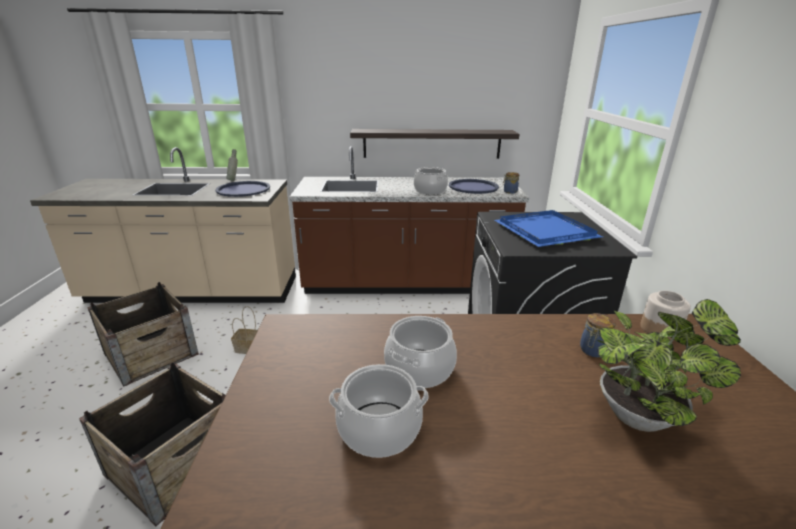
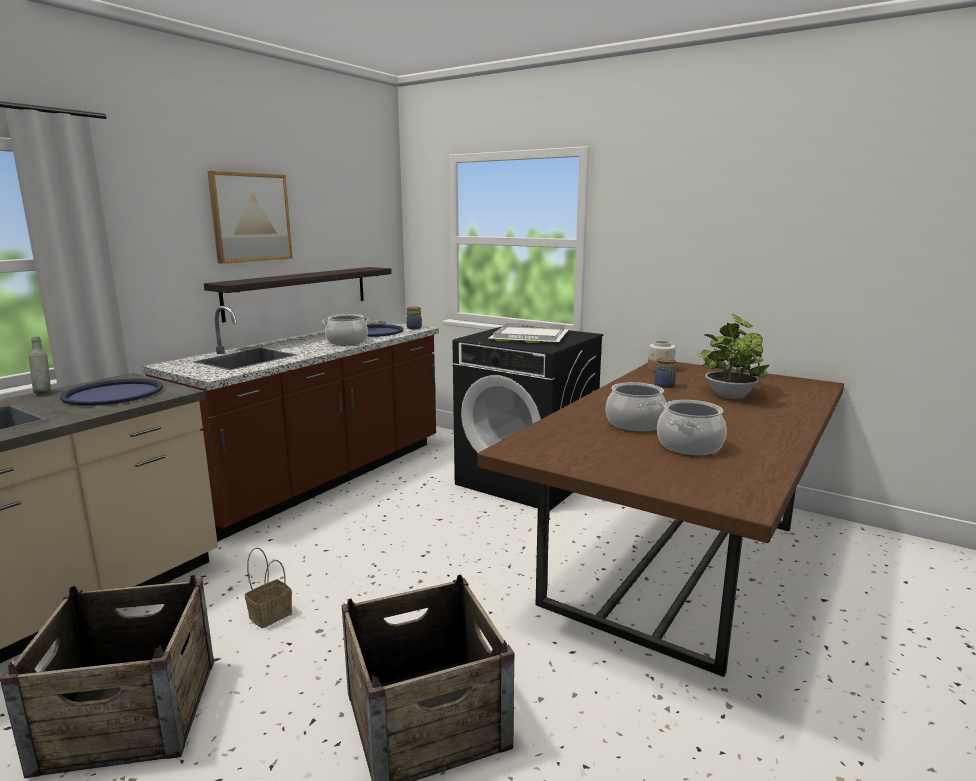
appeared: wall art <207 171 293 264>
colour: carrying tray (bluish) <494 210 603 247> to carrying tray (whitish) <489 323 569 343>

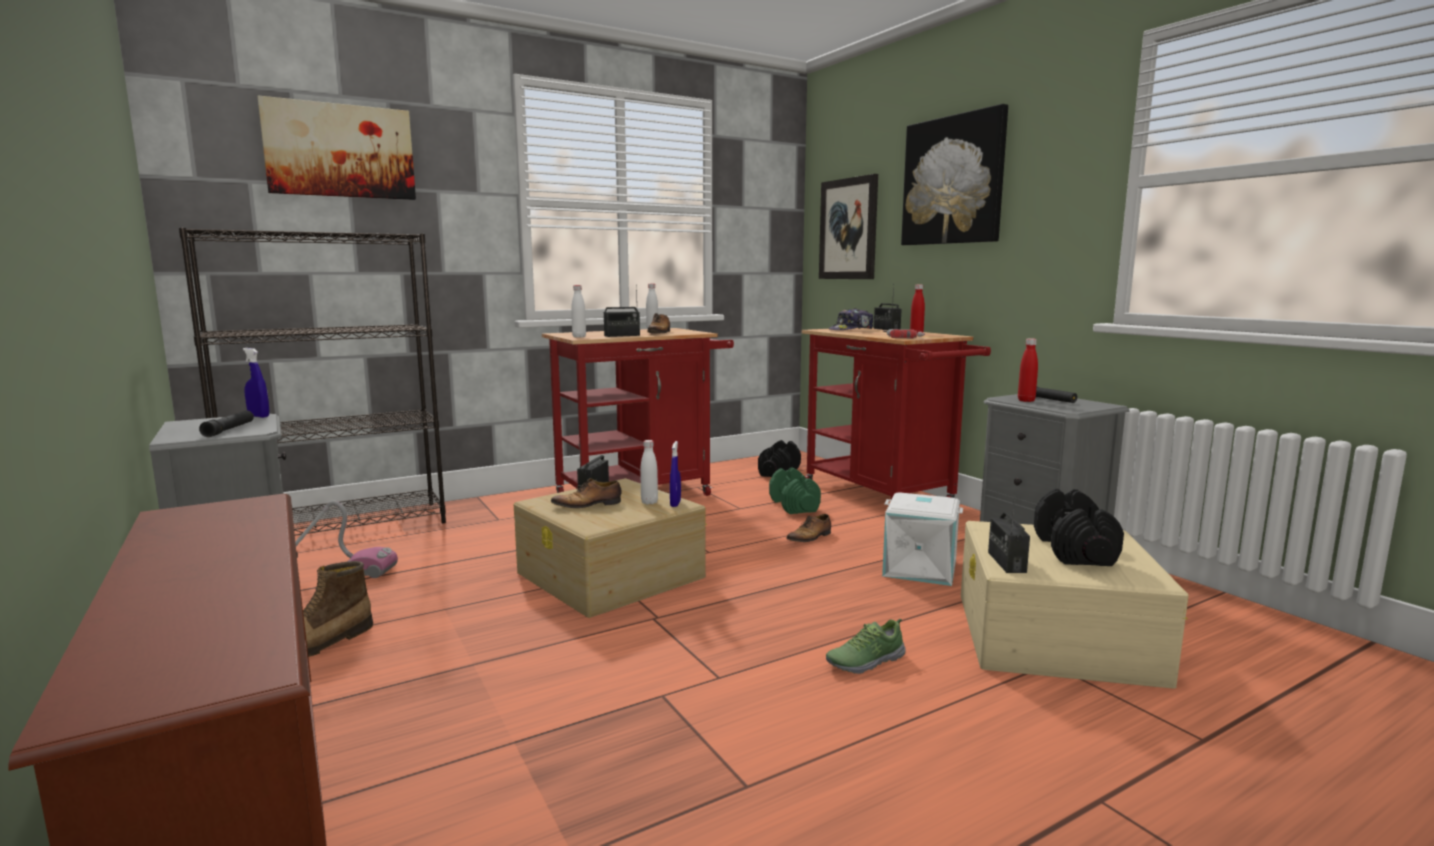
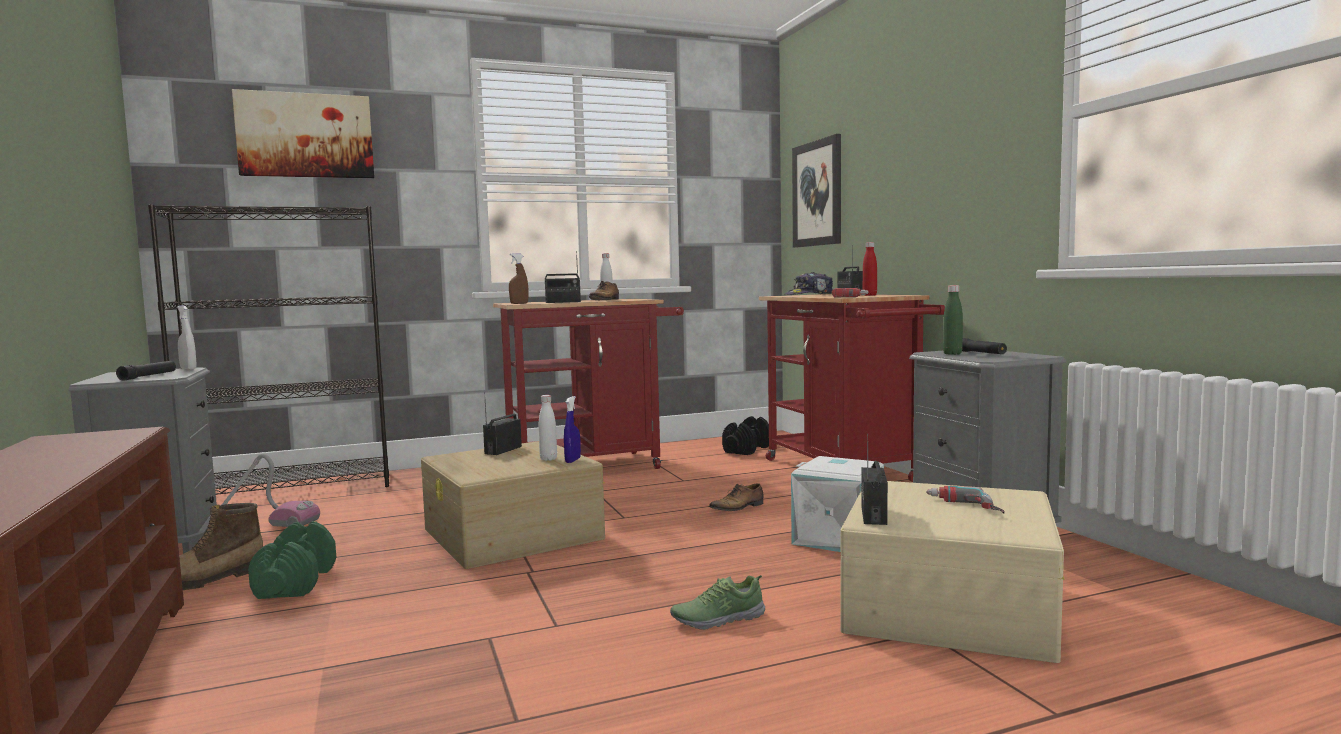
missing: shoe <551 478 621 508>; wall art <901 104 1008 245>
relocated: free weight (greenish) <769 467 821 514> to <248 521 336 599>
exchanged: drink bottle (whitish) <571 285 586 338> to hand sprayer (brownish) <509 253 528 304>; free weight (black-coloured) <1034 489 1124 566> to electric drill <926 486 1005 514>
colour: hand sprayer (bluish) <243 348 269 418> to hand sprayer (whitish) <177 306 196 370>; drink bottle (red) <1018 338 1038 402> to drink bottle (greenish) <943 285 963 355>

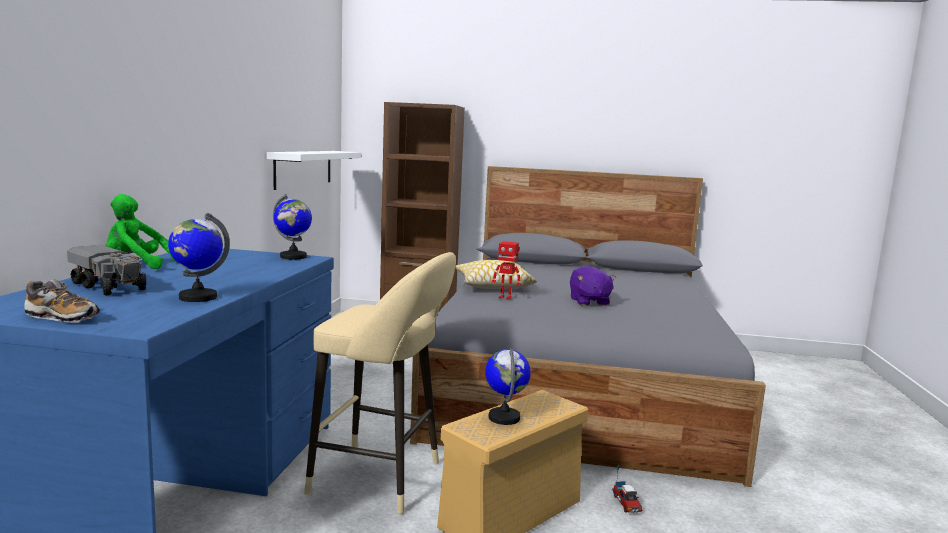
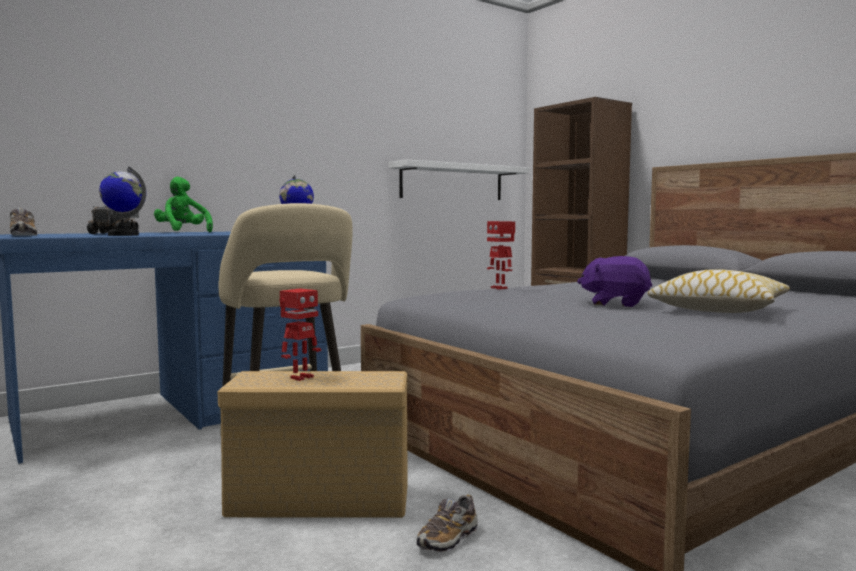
relocated: throw pillow <455 260 537 289> to <648 269 790 313>
exchanged: globe <485 348 531 425> to robot figure <279 289 321 381>; toy truck <612 463 643 513> to shoe <416 494 478 552>
spun: plush toy (purple) <570 266 616 306> = <577 256 652 307> 75 degrees clockwise

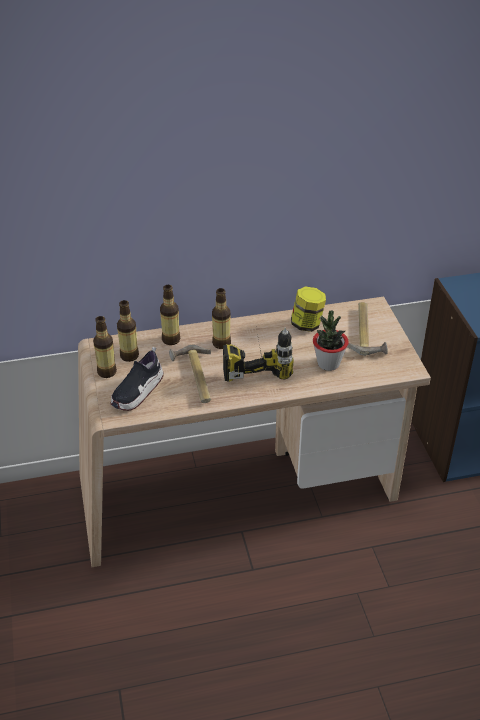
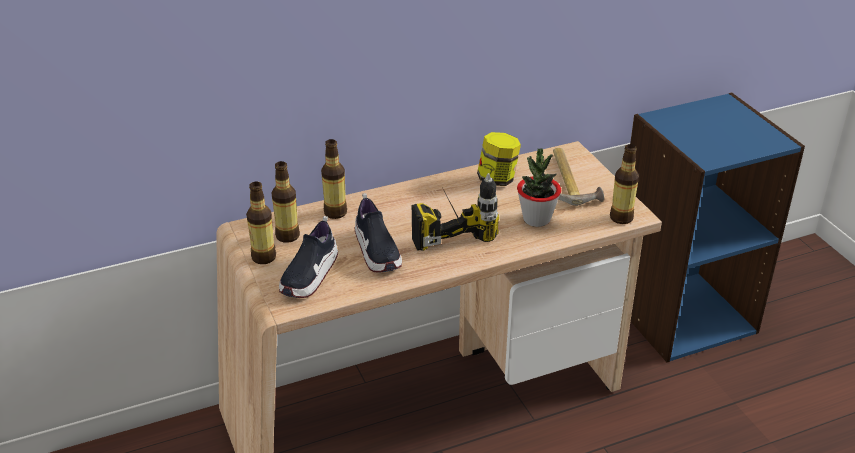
relocated: drink bottle <212 288 231 349> to <610 144 639 224>
exchanged: tool hammer <169 345 211 403> to shoe <355 193 402 273>

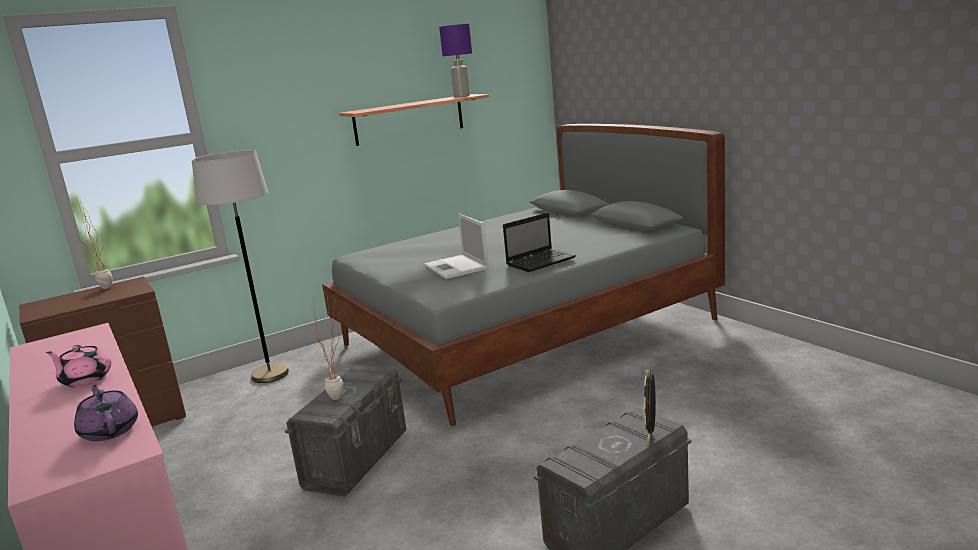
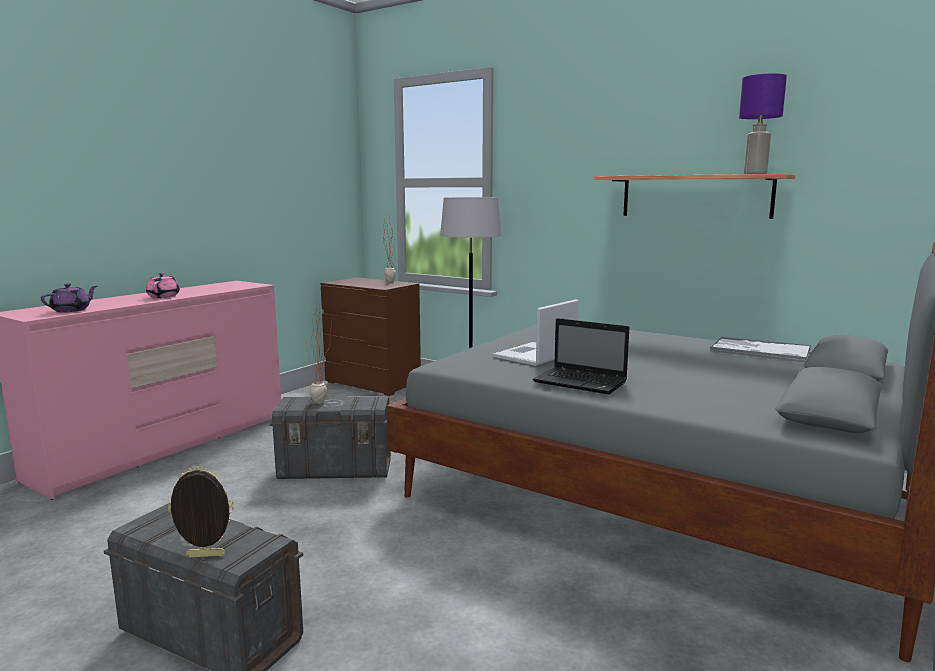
appeared: carrying tray <710 336 811 362>

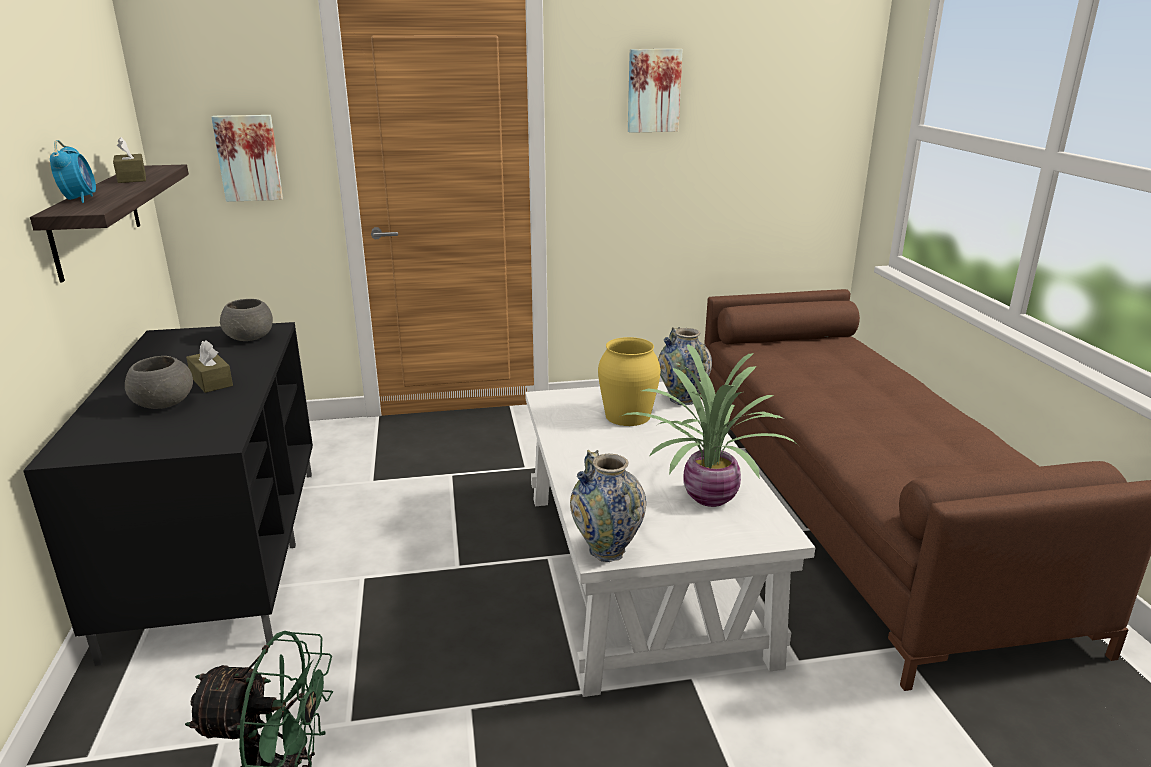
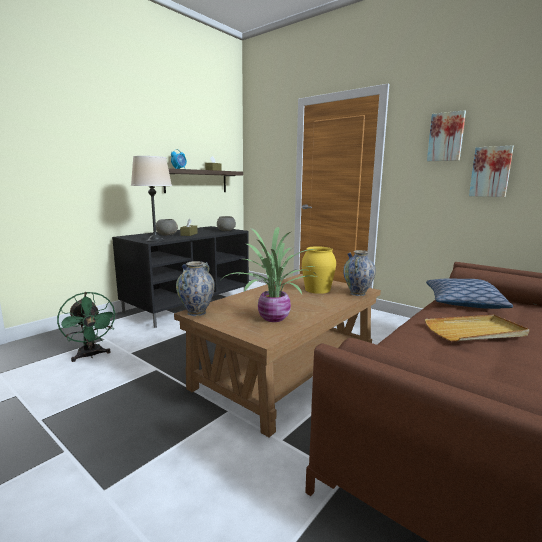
appeared: lamp for a table (beige) <131 156 172 242>; carrying tray (beige) <425 315 530 341>; throw pillow <426 279 513 309>
relocated: wall art <211 115 283 202> to <469 146 514 197>
colour: lounge table (whitish) <525 382 815 697> to lounge table (brownish) <174 274 381 437>

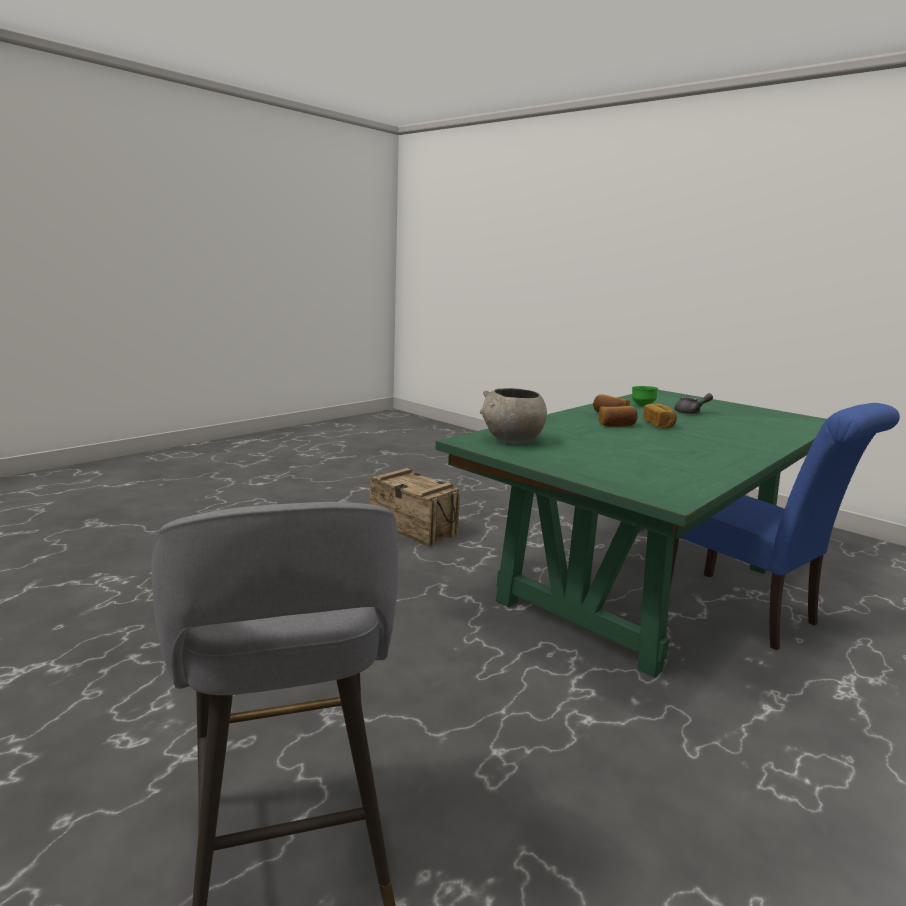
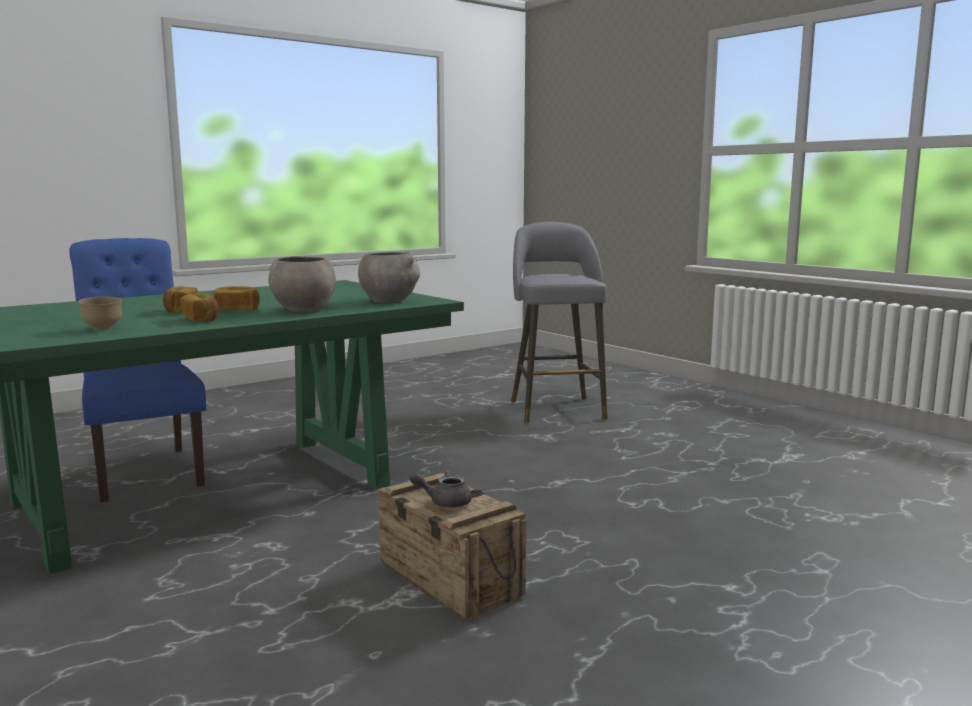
appeared: serving bowl (gray) <268 256 336 313>
relocated: tea pot (gray) <674 393 713 414> to <410 470 472 508>
colour: serving bowl (greenish) <632 386 658 407> to serving bowl (brownish) <79 297 122 330>

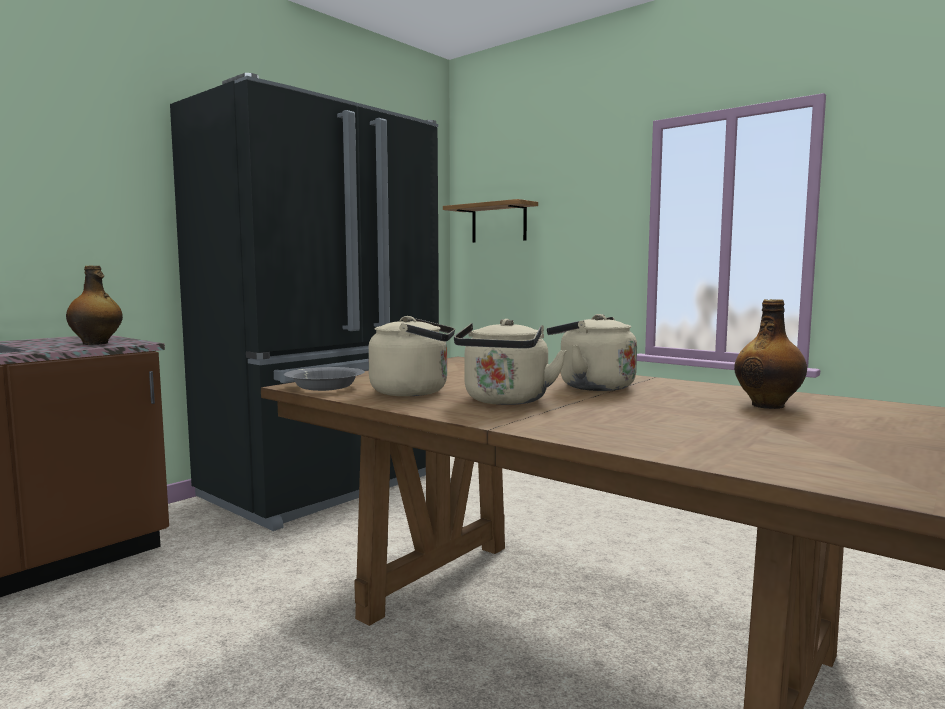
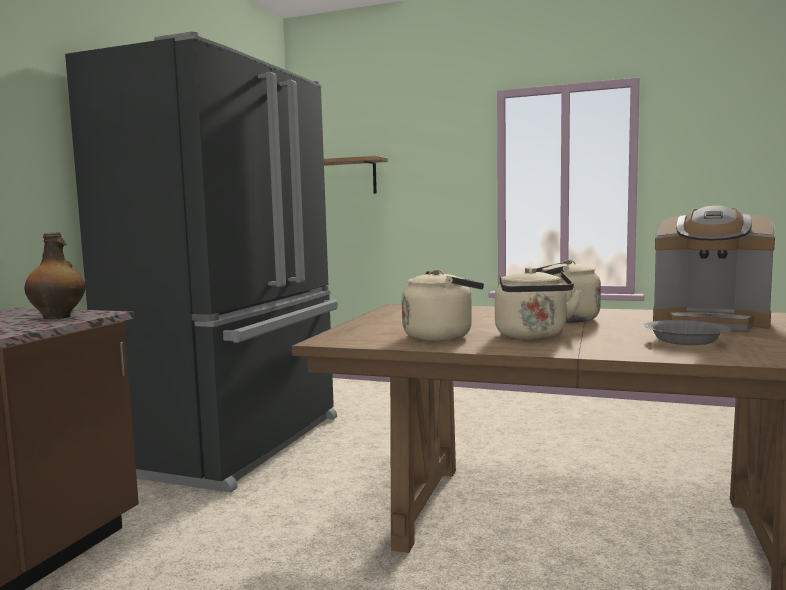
relocated: serving bowl (gray) <284 367 365 391> to <644 320 731 345>
exchanged: drink bottle <734 299 807 409> to coffee maker <653 206 775 330>

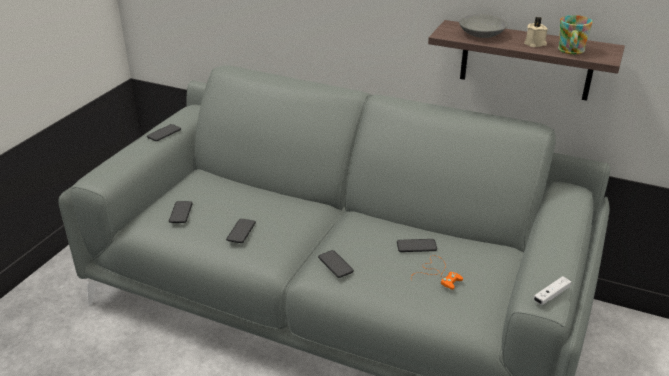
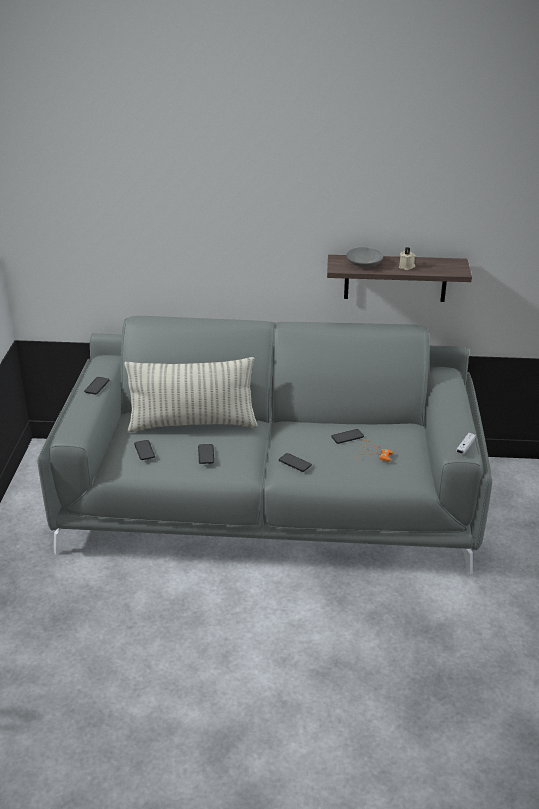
missing: mug <558 15 593 54>
appeared: throw pillow <125 357 258 432>

